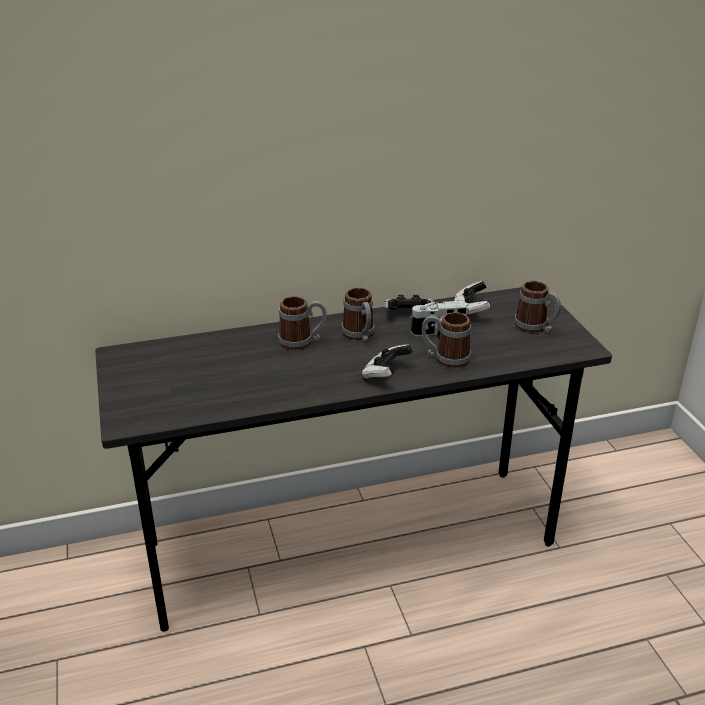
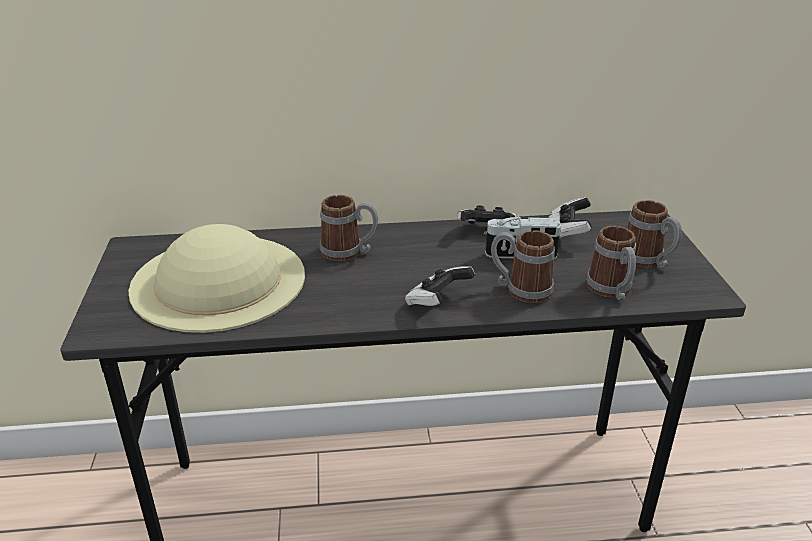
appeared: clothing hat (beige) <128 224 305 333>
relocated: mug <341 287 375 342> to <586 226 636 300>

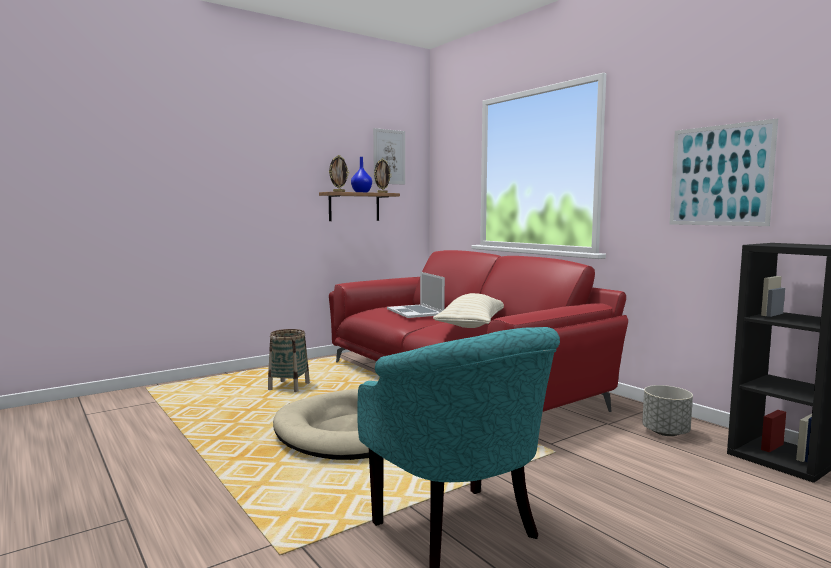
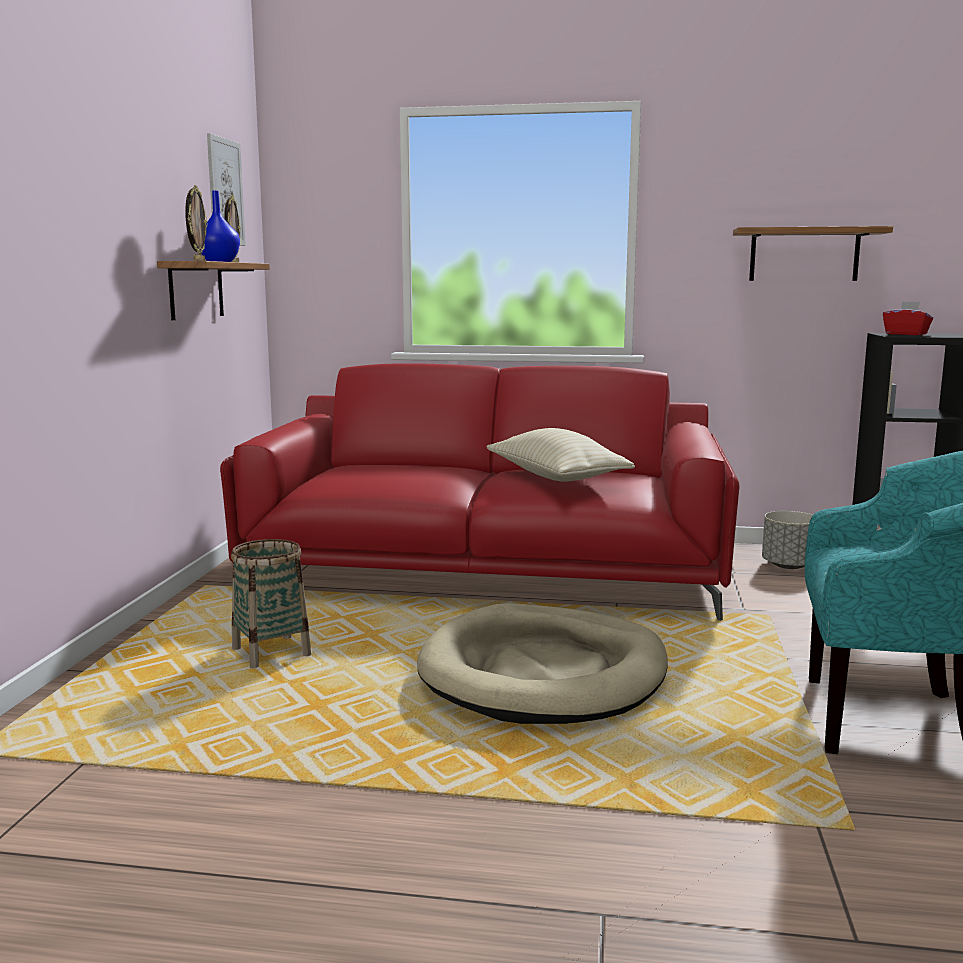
missing: notebook computer <387 272 445 318>
appeared: box of tissues (red) <883 301 933 335>
exchanged: wall art <669 118 778 226> to wall shelf <733 226 893 281>

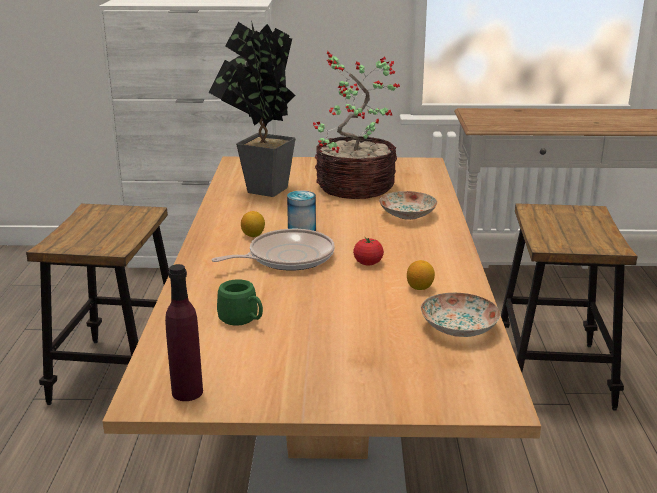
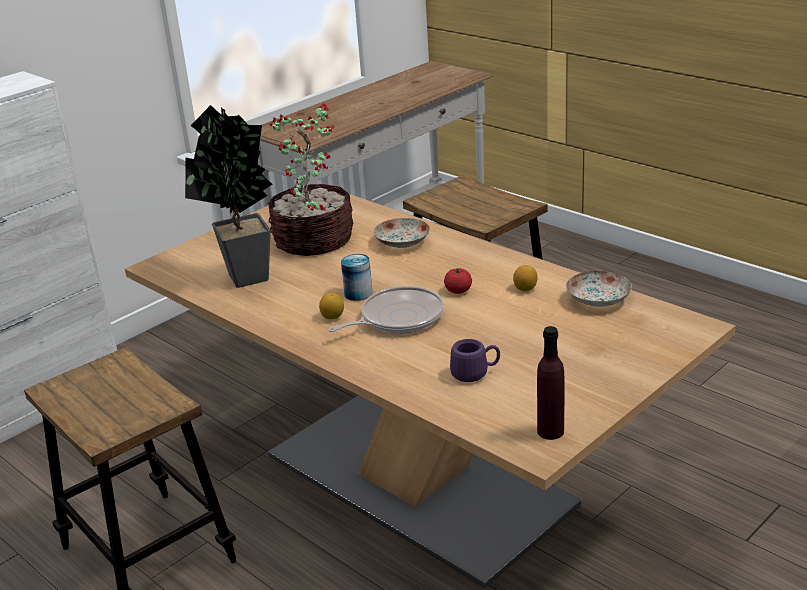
colour: mug (greenish) <217 279 263 326> to mug (purple) <450 339 500 382>
spun: pan <212 229 335 271> = <328 286 444 333> 45 degrees clockwise

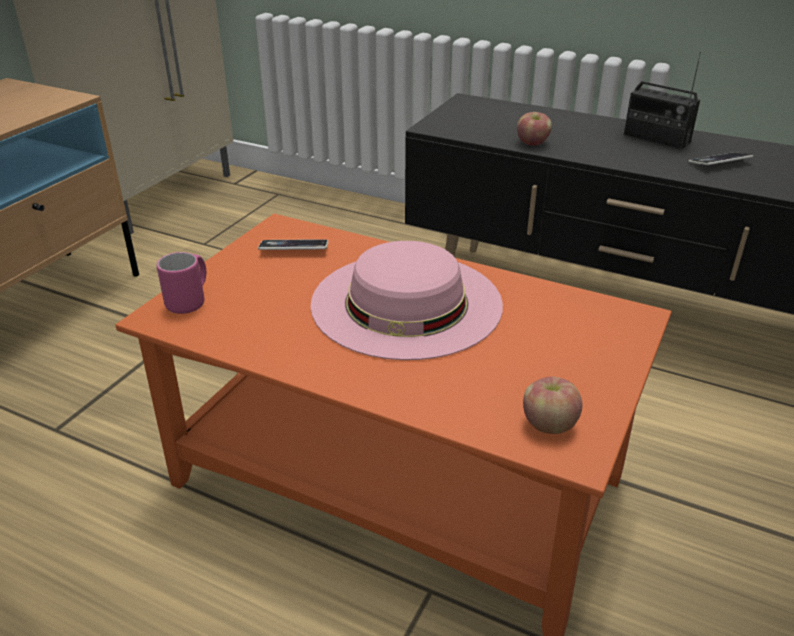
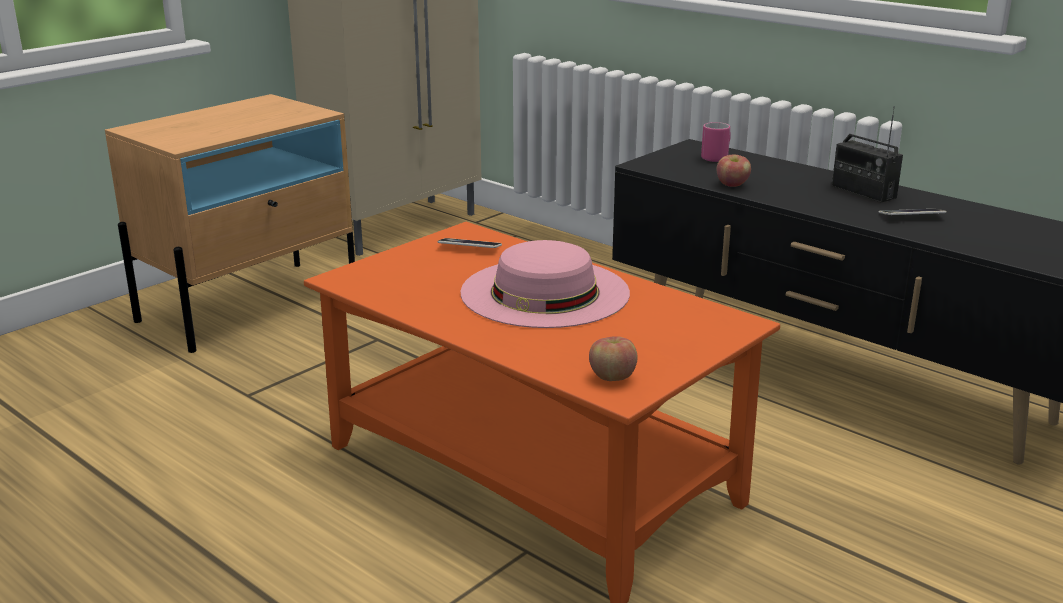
relocated: mug (pink) <157 252 206 314> to <701 122 731 162>

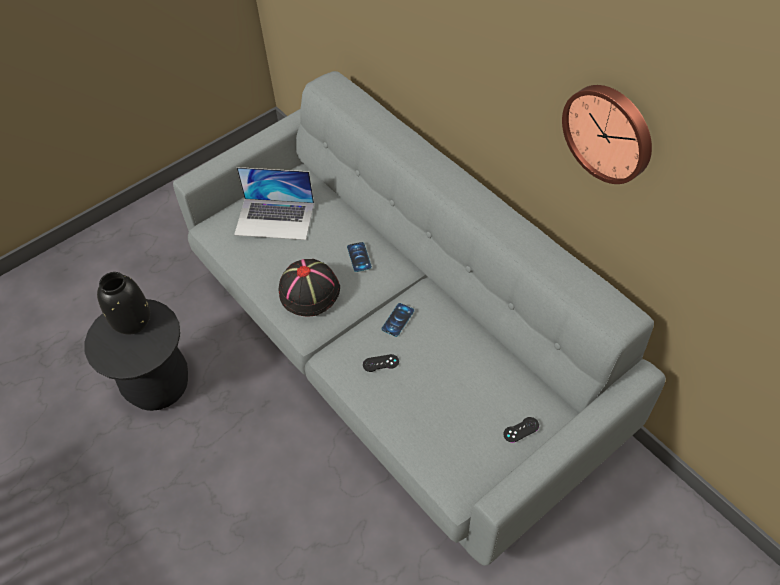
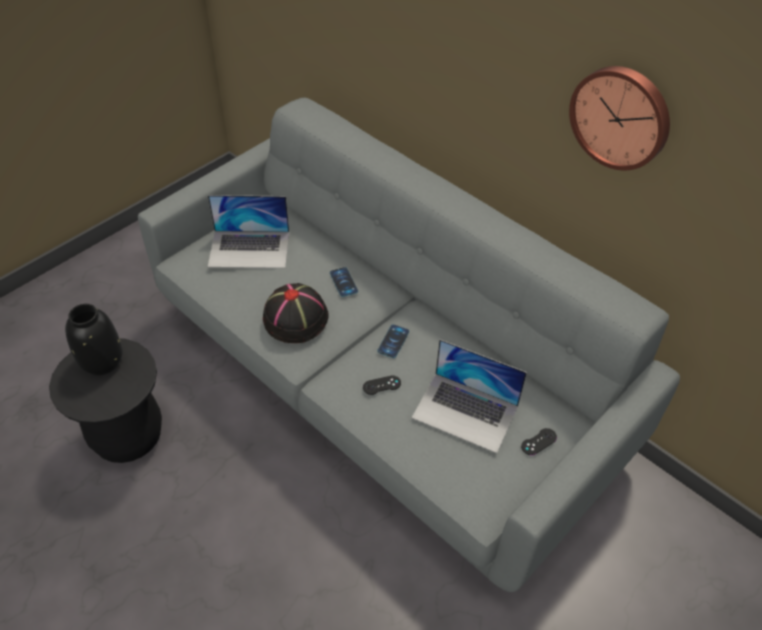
appeared: notebook computer <412 339 527 453>

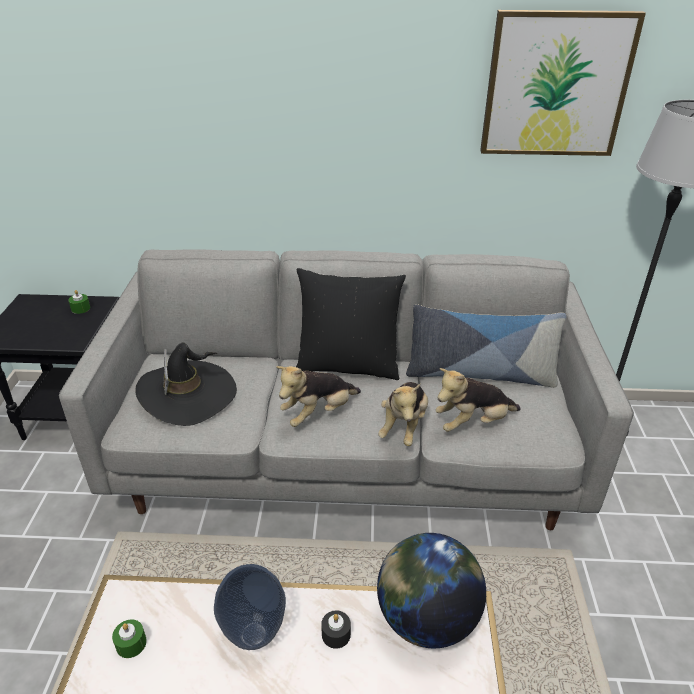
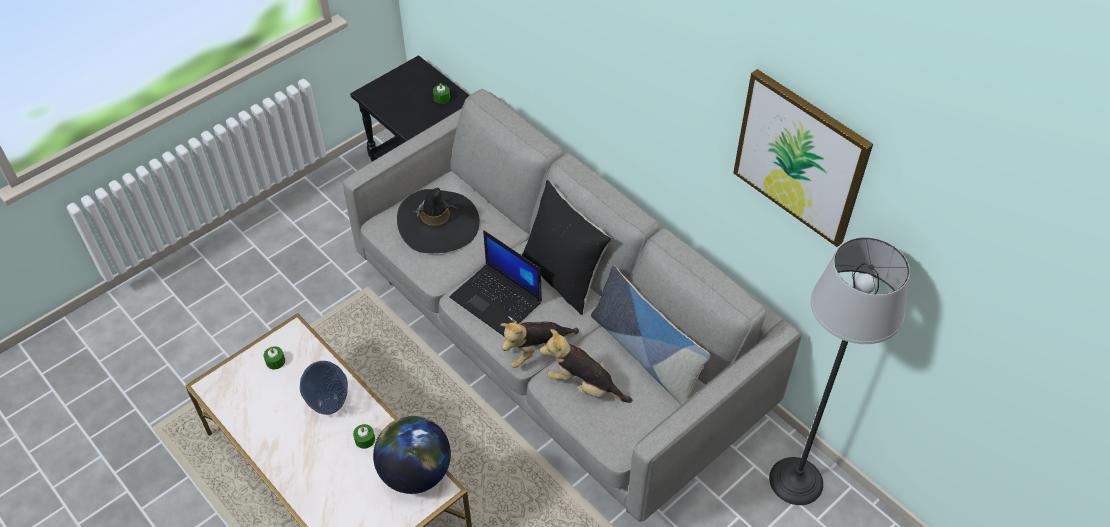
exchanged: plush toy <276 366 361 427> to notebook computer <450 230 542 337>
colour: candle (black-coloured) <321 610 351 649> to candle (greenish) <353 424 375 449>

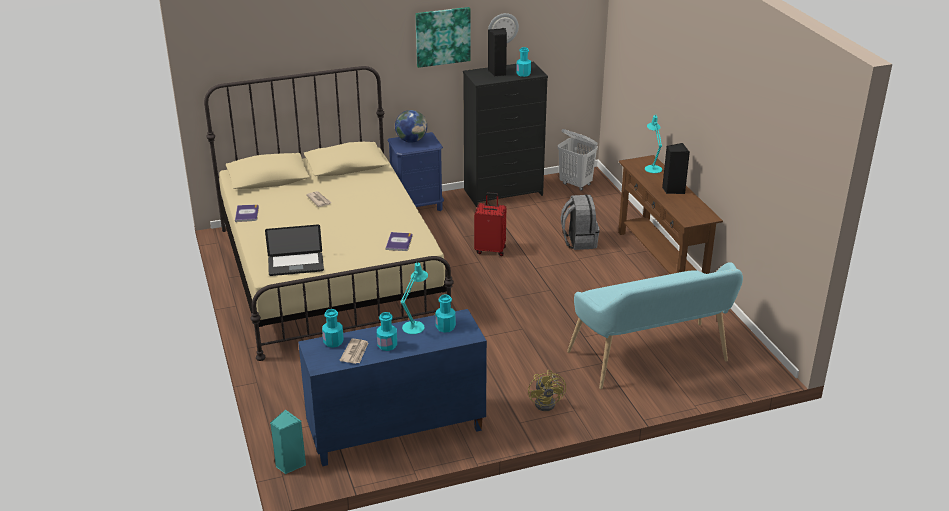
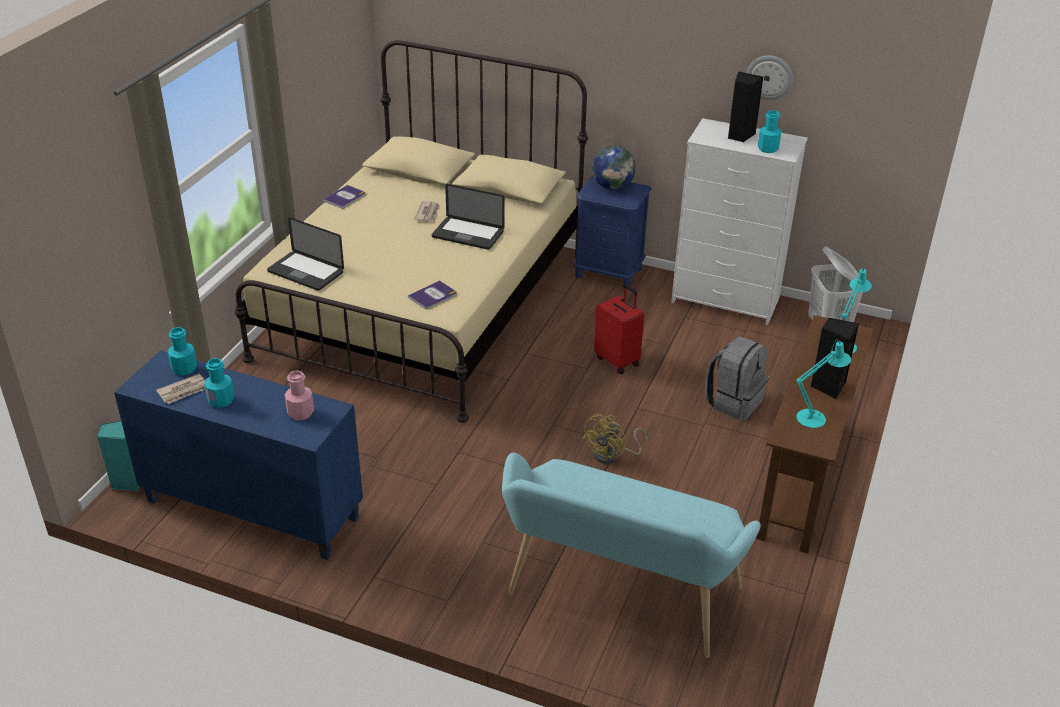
missing: wall art <415 7 471 68>
appeared: notebook computer <432 184 505 250>
relocated: lamp for a table (blue-green) <400 262 428 334> to <796 340 851 428>; cooling fan (yellow) <528 370 566 411> to <582 413 647 464>
colour: drink bottle (blue-green) <435 294 456 333> to drink bottle (pink) <285 371 314 420>; dresser (black-coloured) <463 62 548 207> to dresser (whitish) <671 118 808 325>

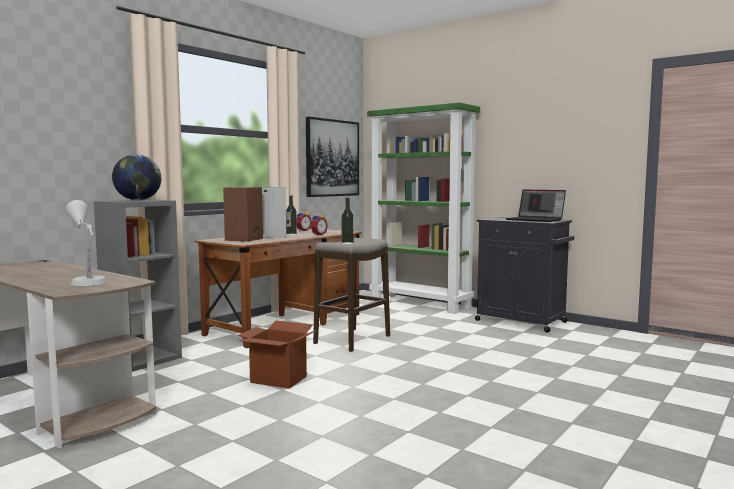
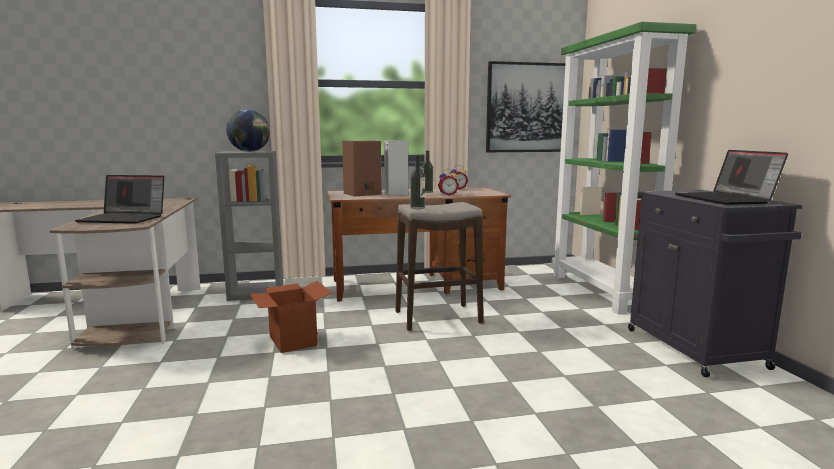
exchanged: lamp for a table (gray) <66 200 107 286> to notebook computer <75 175 164 224>

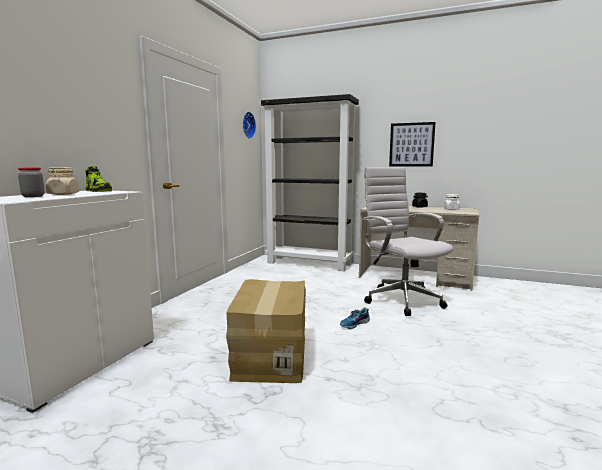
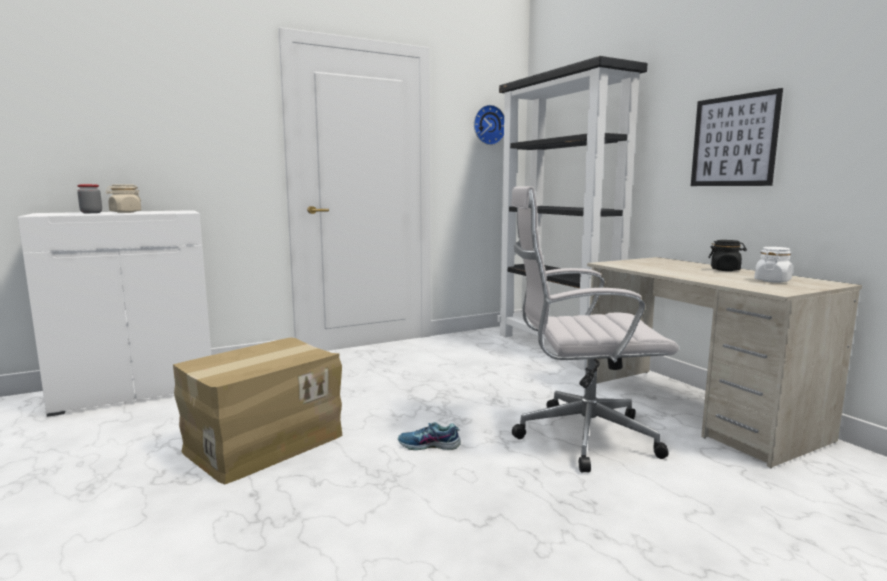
missing: shoe <85 166 112 192>
spun: office chair (whitish) <362 167 454 316> = <511 186 679 473> 105 degrees counterclockwise

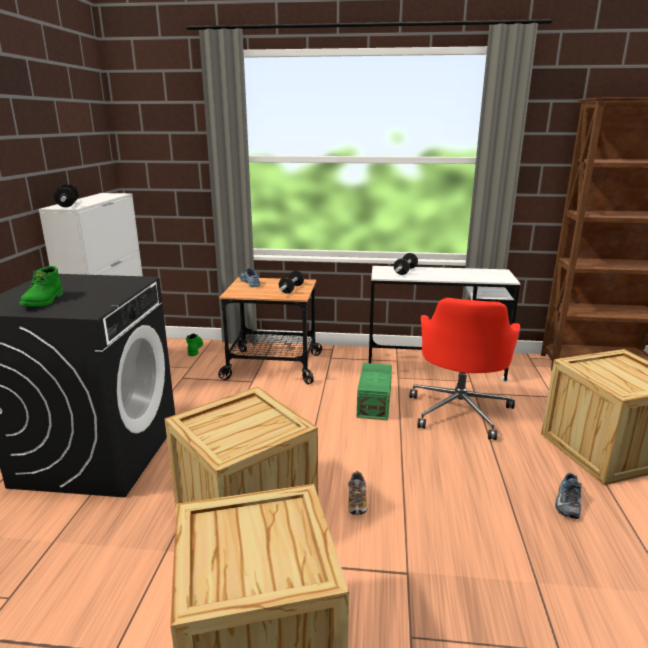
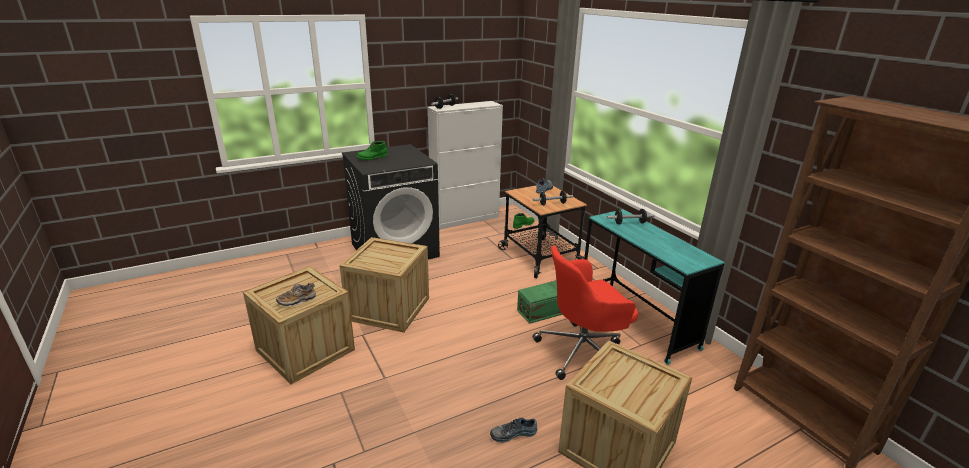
relocated: shoe <348 471 368 516> to <276 283 316 306>
colour: desk (whitish) <369 266 520 382> to desk (blue-green) <584 209 725 365>

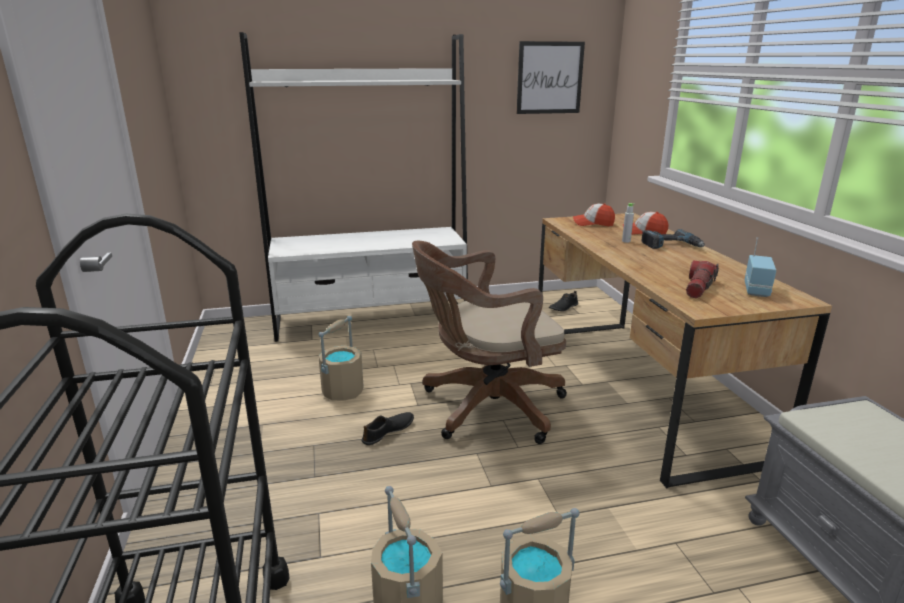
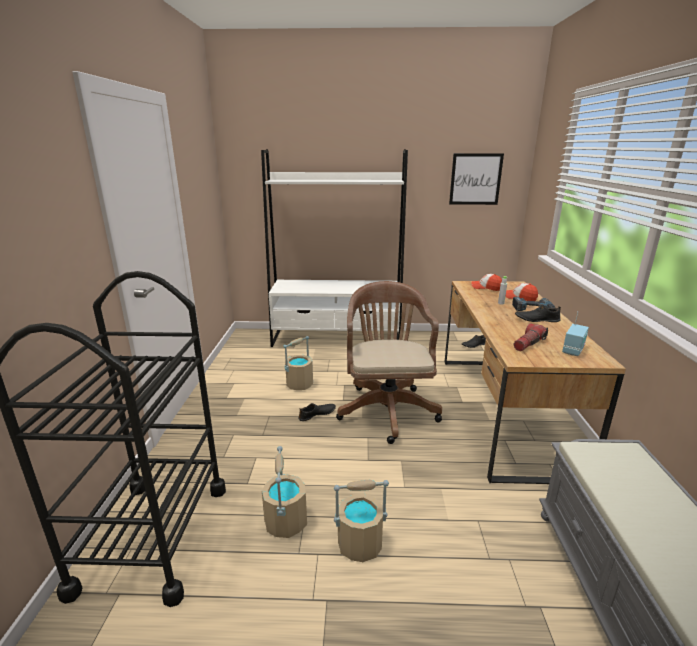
appeared: shoe (black-coloured) <515 305 561 322>
spun: office chair (brownish) <412 241 567 444> = <336 281 442 444> 90 degrees clockwise

